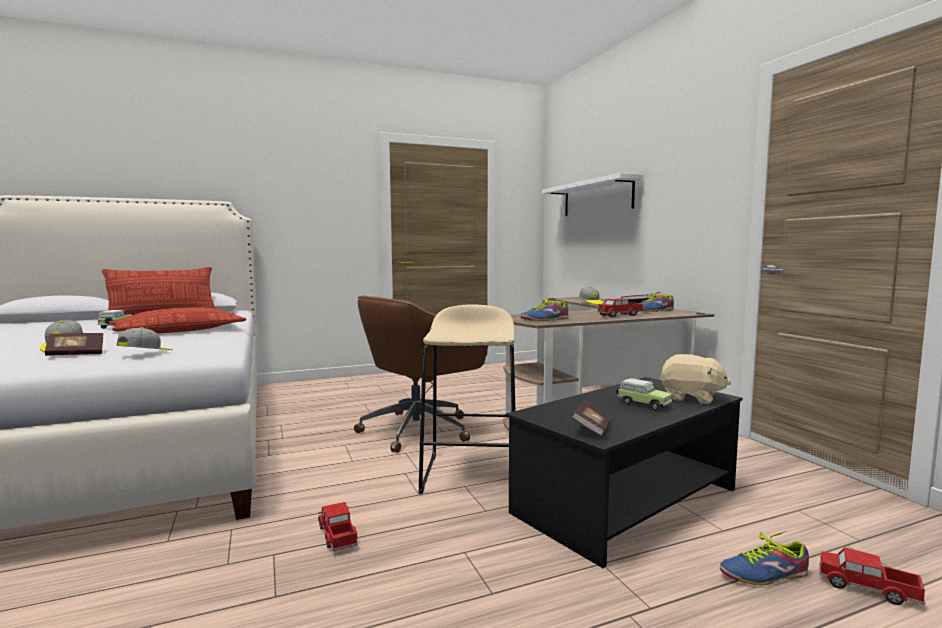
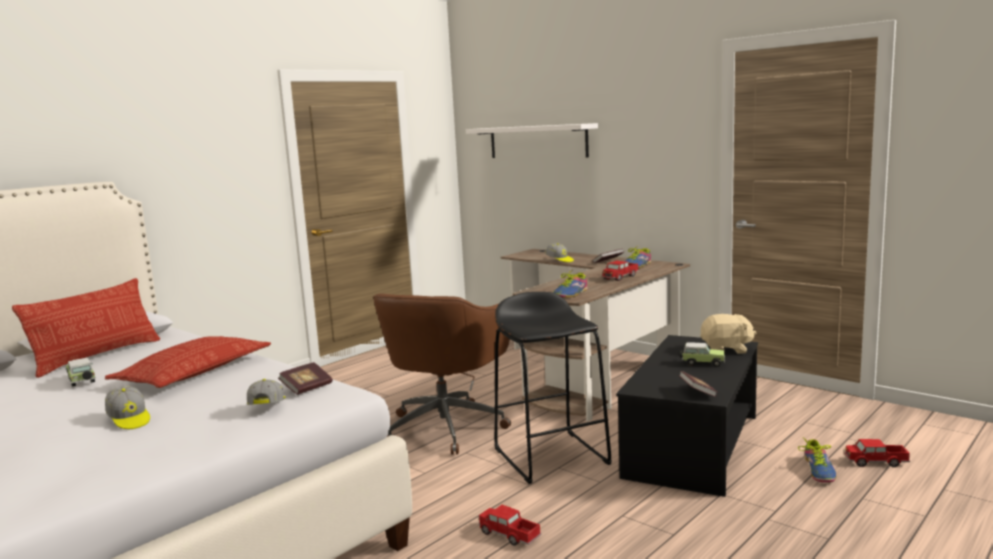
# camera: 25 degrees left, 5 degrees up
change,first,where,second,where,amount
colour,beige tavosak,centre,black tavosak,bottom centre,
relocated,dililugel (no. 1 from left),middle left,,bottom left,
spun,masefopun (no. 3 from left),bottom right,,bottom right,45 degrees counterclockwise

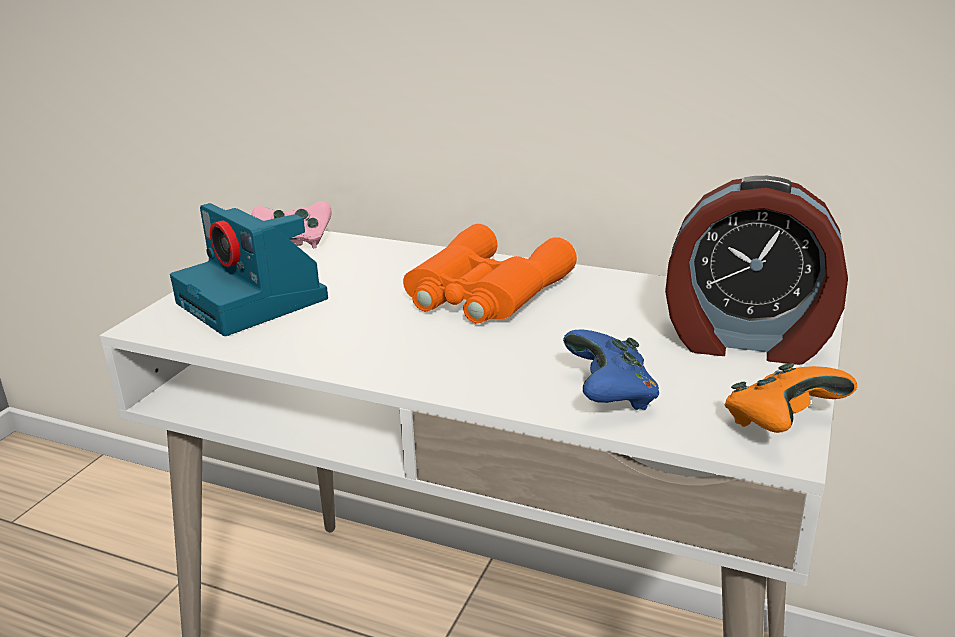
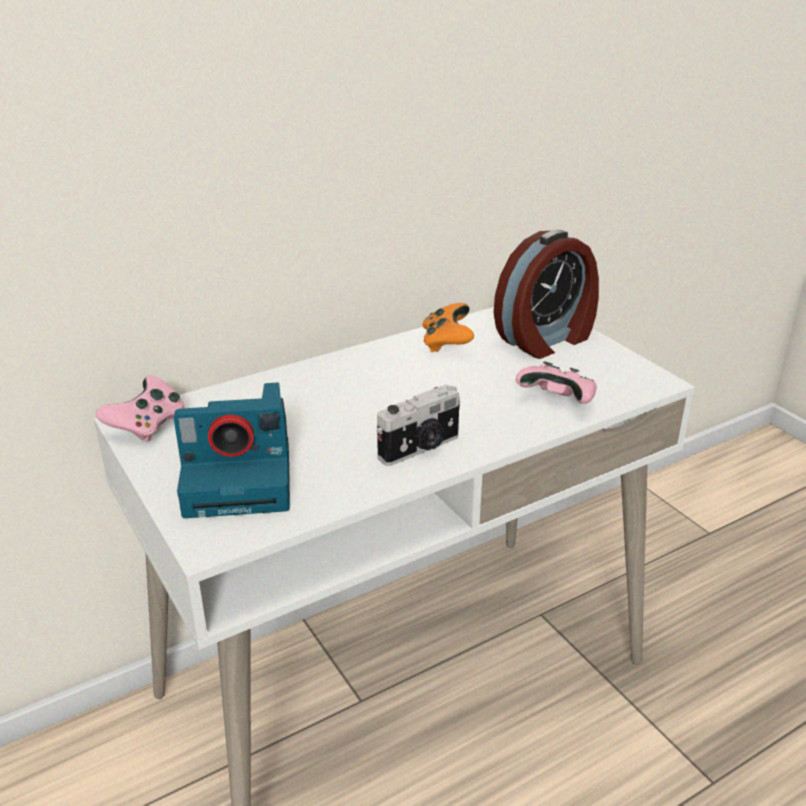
# camera: 55 degrees left, 5 degrees up
change,first,where,second,where,amount
missing,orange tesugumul,centre,,,
colour,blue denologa,centre,pink denologa (no. 2 from left),middle right,
relocated,orange denologa,middle right,,centre,
appeared,,,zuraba (no. 2 from left),centre,

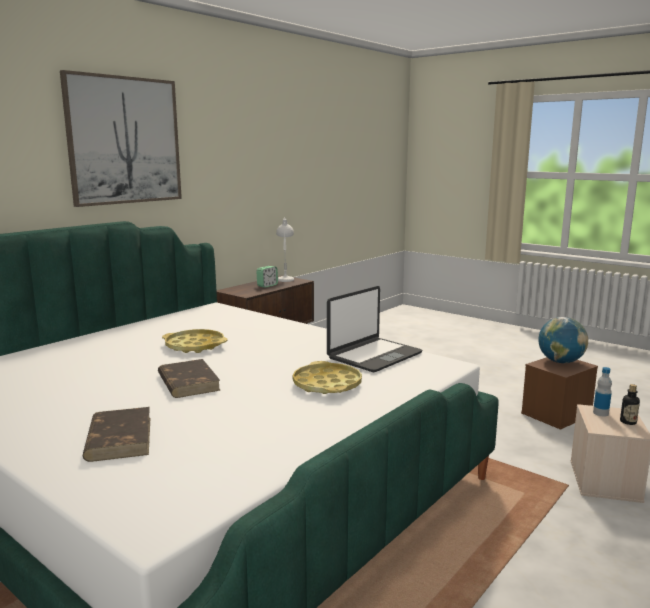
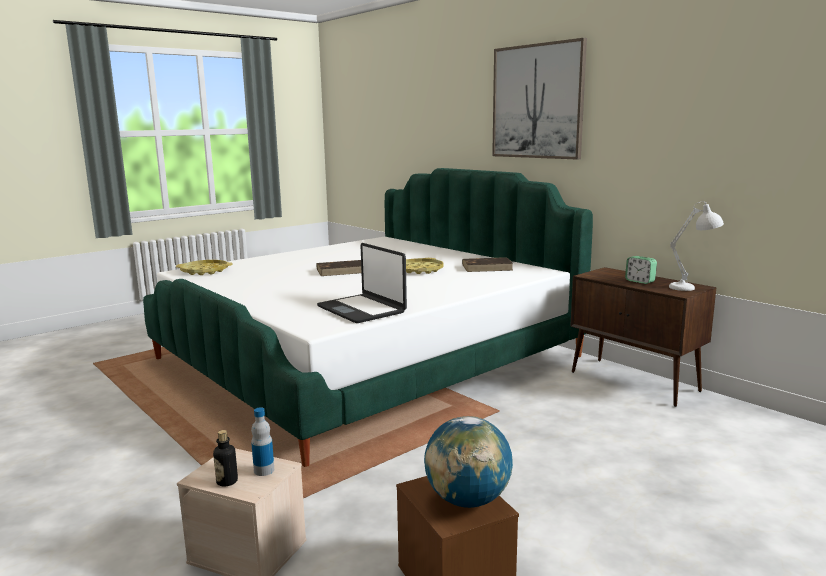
# camera: 100 degrees right, 0 degrees up
change,first,where,second,where,amount
relocated,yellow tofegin (no. 2 from left in the first image),centre,yellow tofegin (no. 1 from left),middle left,
relocated,brown dililugel (no. 1 from left in the first image),bottom left,brown dililugel (no. 2 from left),centre,

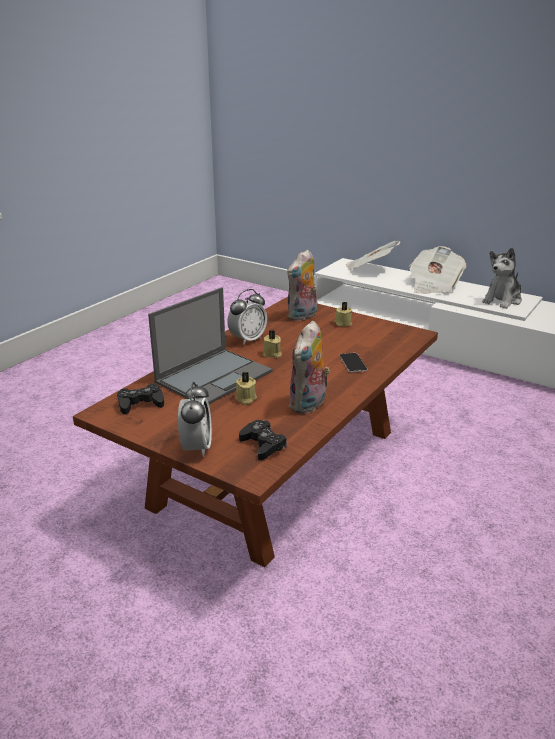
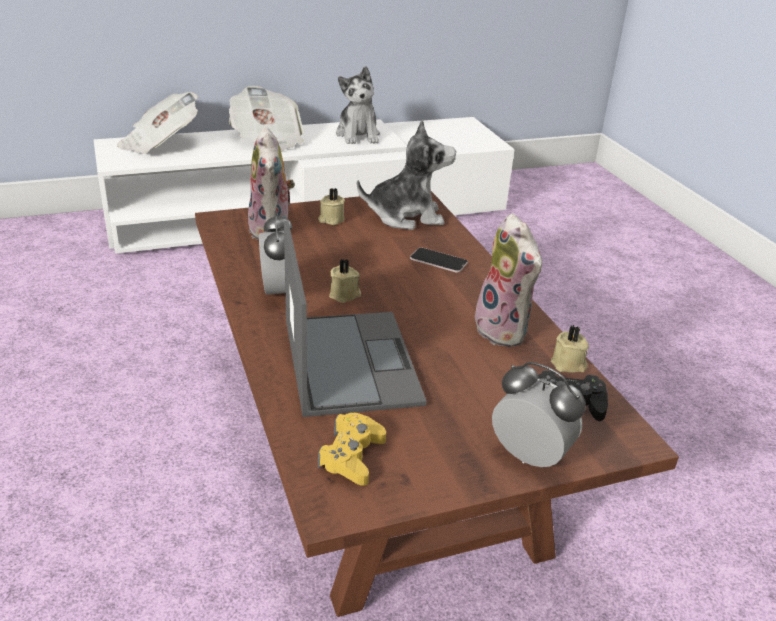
# camera: 55 degrees left, 5 degrees up
change,first,where,second,where,amount
relocated,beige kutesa (no. 1 from left in the first image),centre,beige kutesa (no. 3 from left),middle right,
colour,black denologa (no. 1 from left),middle left,yellow denologa,bottom centre,
appeared,,,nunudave (no. 3 from left),top centre,

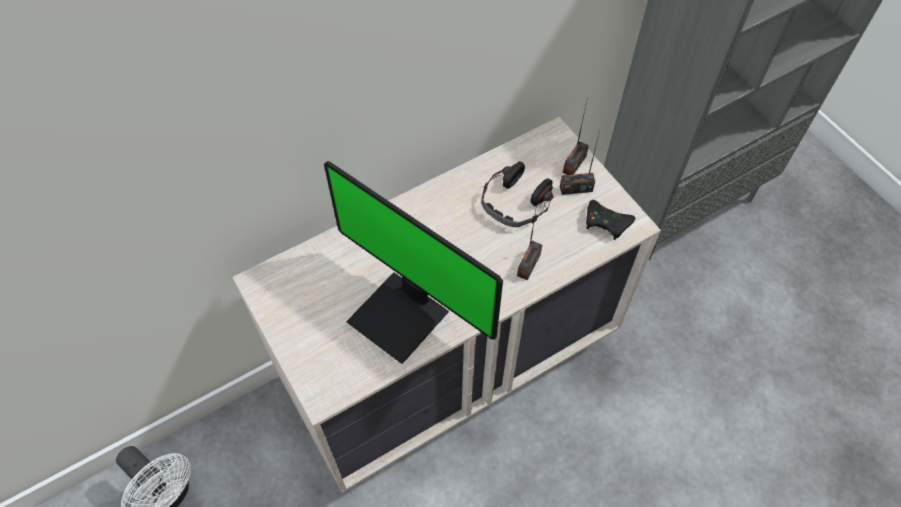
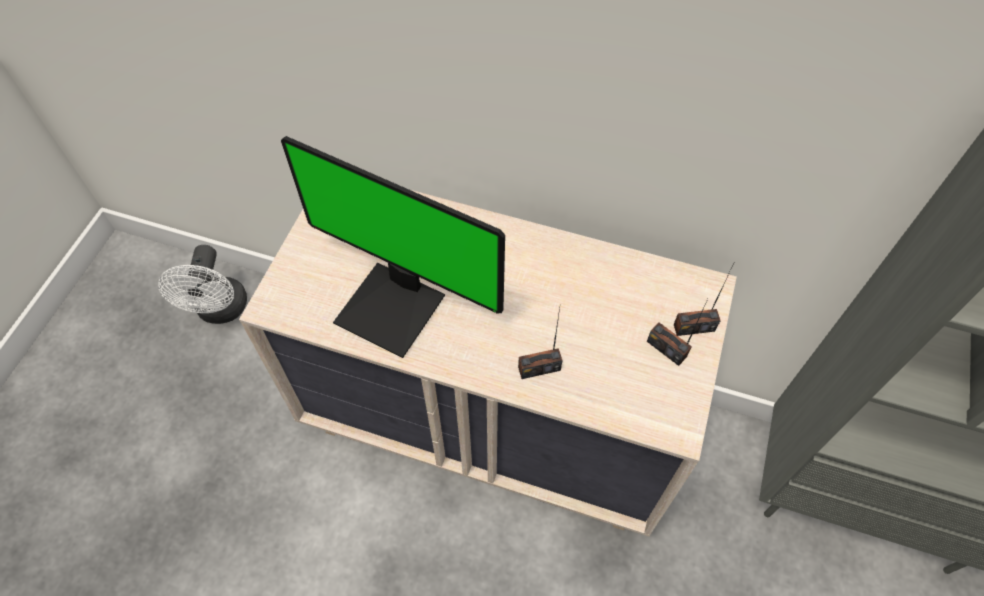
# camera: 50 degrees right, 0 degrees up
change,first,where,second,where,amount
spun,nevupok,centre,,centre,60 degrees counterclockwise
missing,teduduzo,centre,,,
missing,black denologa,middle right,,,

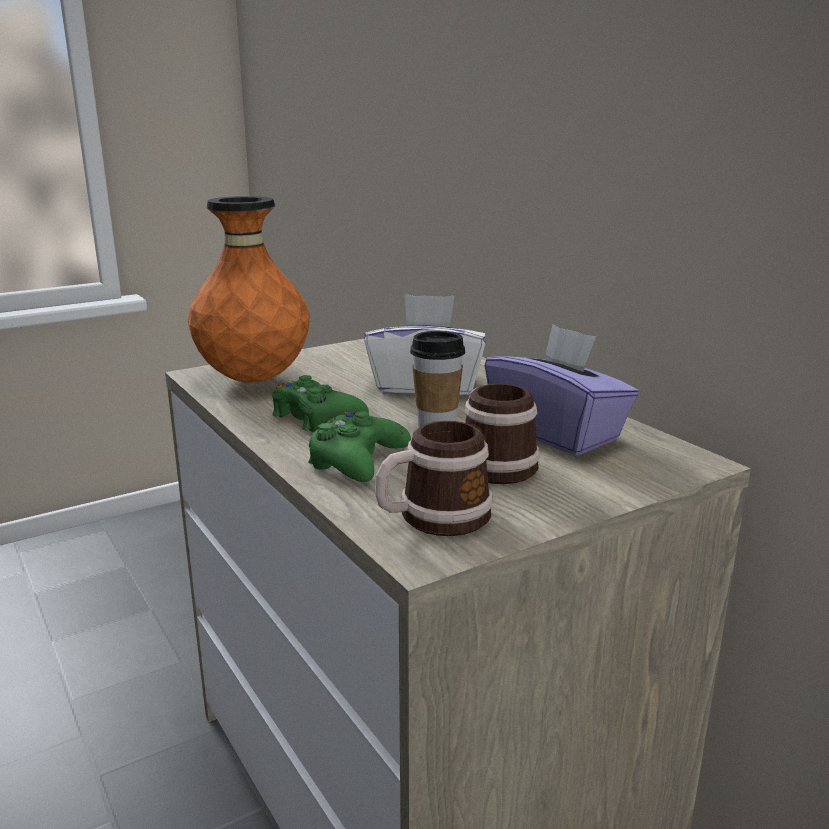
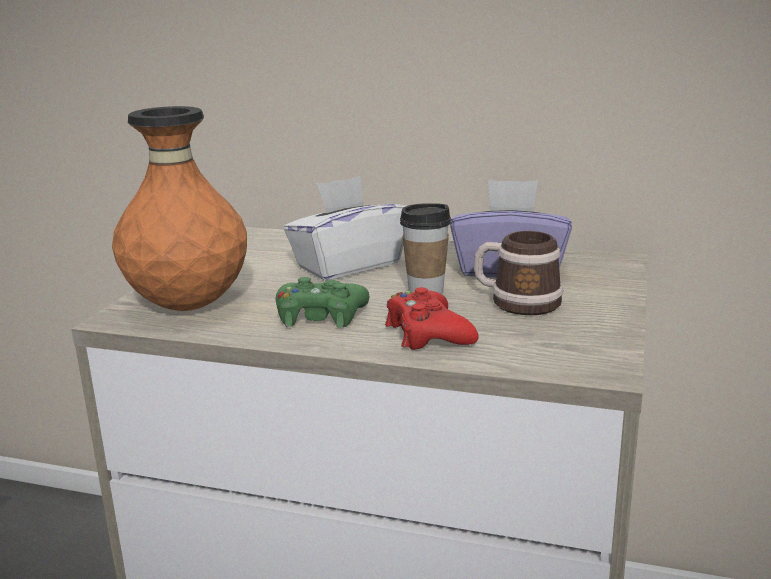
# camera: 40 degrees left, 0 degrees up
change,first,where,second,where,amount
colour,green denologa (no. 2 from left),centre,red denologa,centre,
missing,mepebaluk (no. 1 from left),centre,,,

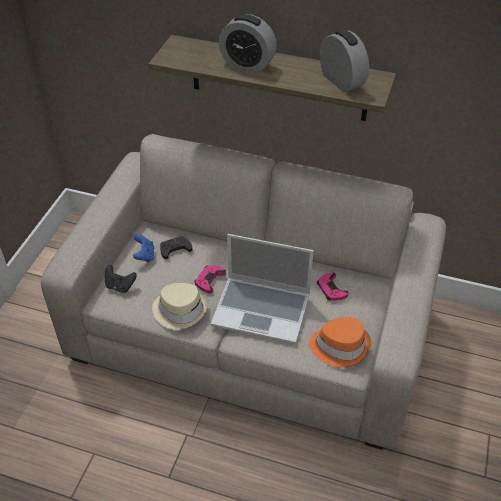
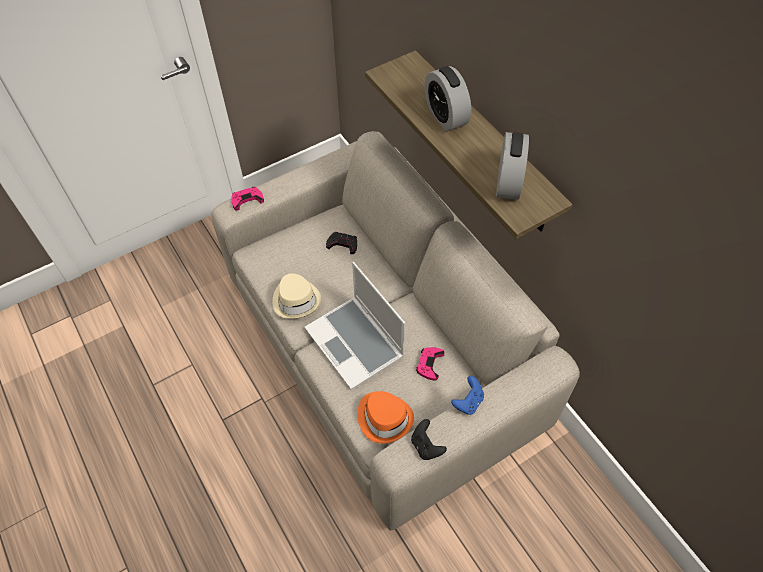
# camera: 40 degrees right, 10 degrees up
change,first,where,second,where,amount
relocated,blue denologa,middle left,,bottom centre,
relocated,black denologa (no. 1 from left in the first image),middle left,black denologa (no. 2 from left),bottom centre,
relocated,pink denologa (no. 1 from left),centre,,middle left,

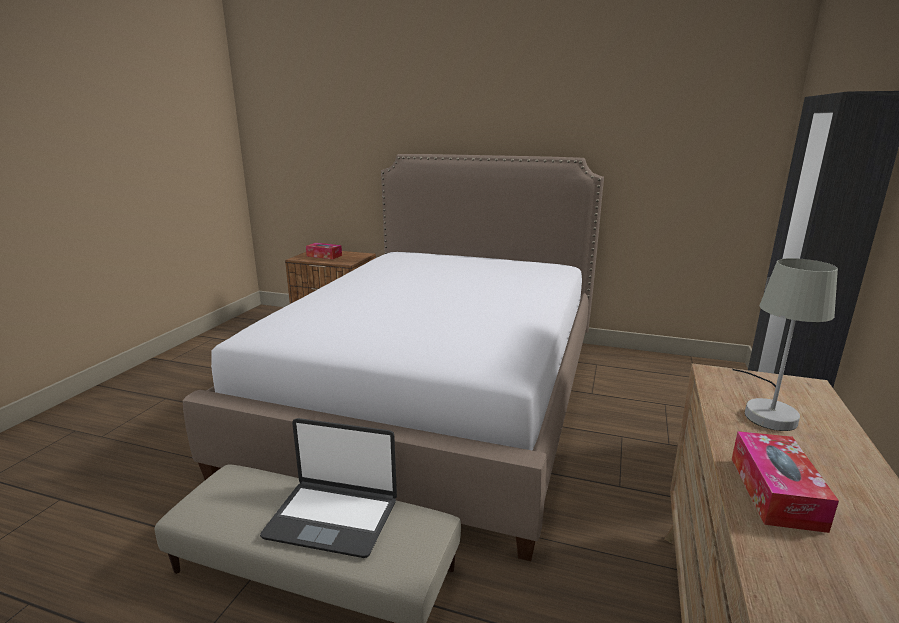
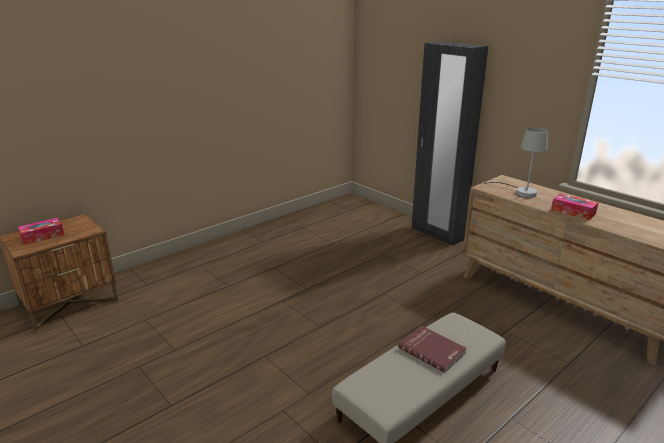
# camera: 60 degrees left, 5 degrees up
change,first,where,second,where,amount
missing,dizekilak,centre,,,
exchanged,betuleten,bottom centre,red dililugel,bottom centre,

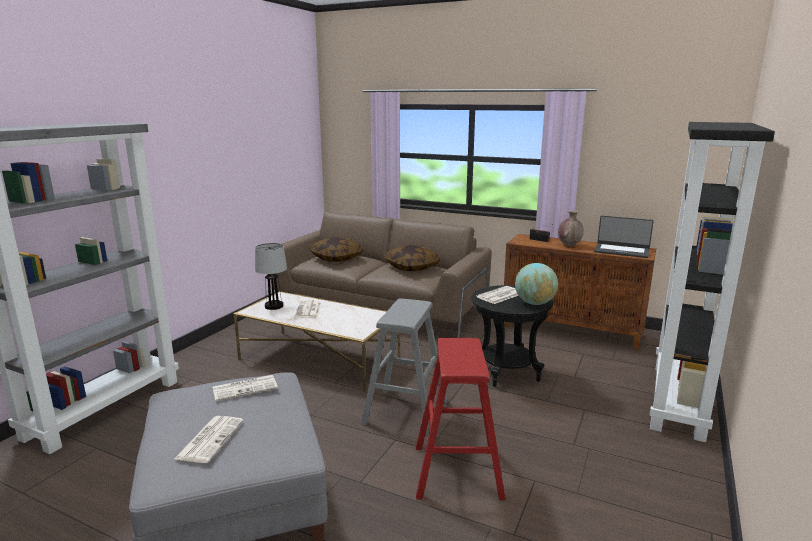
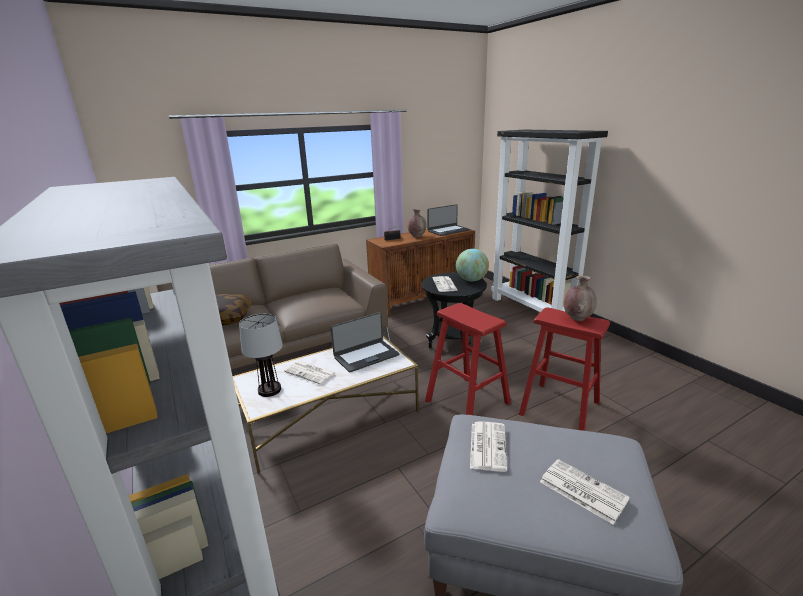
# camera: 55 degrees left, 5 degrees up
change,first,where,second,where,amount
missing,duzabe (no. 2 from left),centre,,,
colour,grey tavosak,bottom centre,red tavosak (no. 1 from left),centre,
appeared,,,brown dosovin (no. 2 from left),middle right,
appeared,,,betuleten (no. 1 from left),centre,

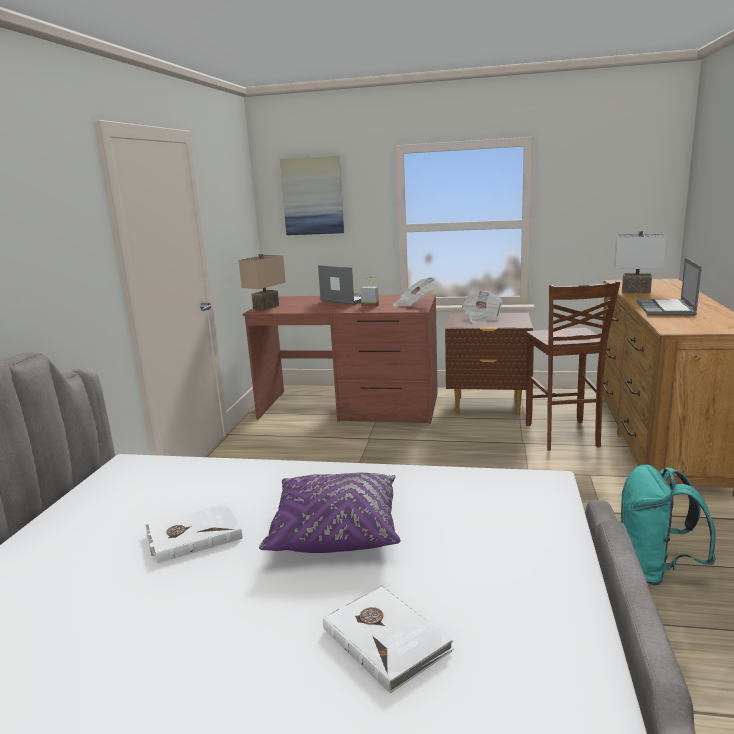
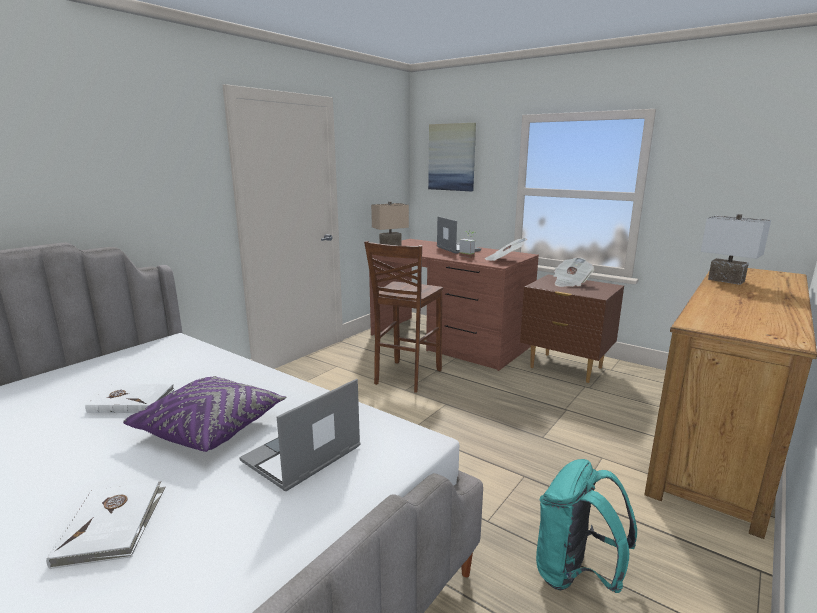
# camera: 25 degrees right, 0 degrees up
change,first,where,second,where,amount
relocated,betuleten (no. 2 from left in the first image),middle right,betuleten (no. 1 from left),bottom centre,
relocated,brown tavosak,middle right,,centre,

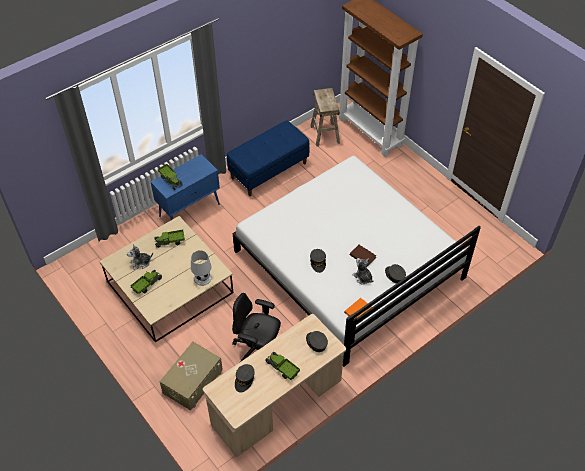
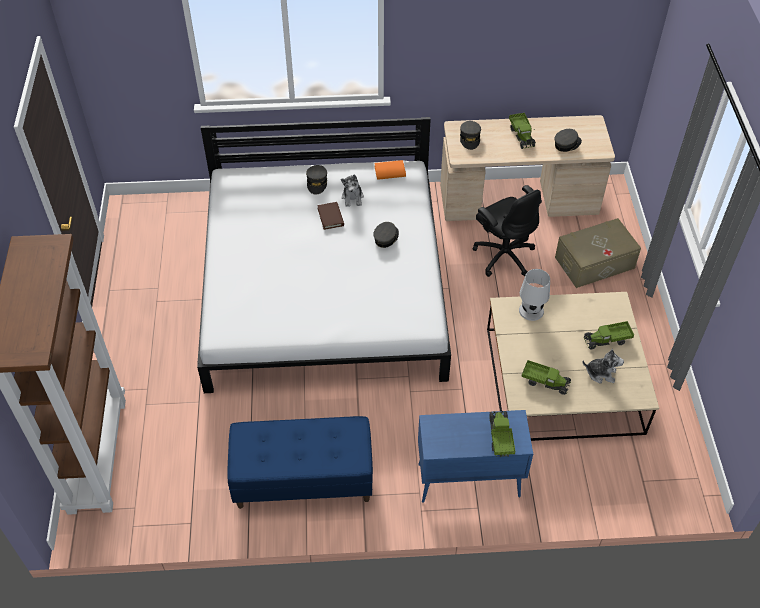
# camera: 145 degrees left, 0 degrees up
change,first,where,second,where,amount
missing,beige tavosak,top centre,,,

